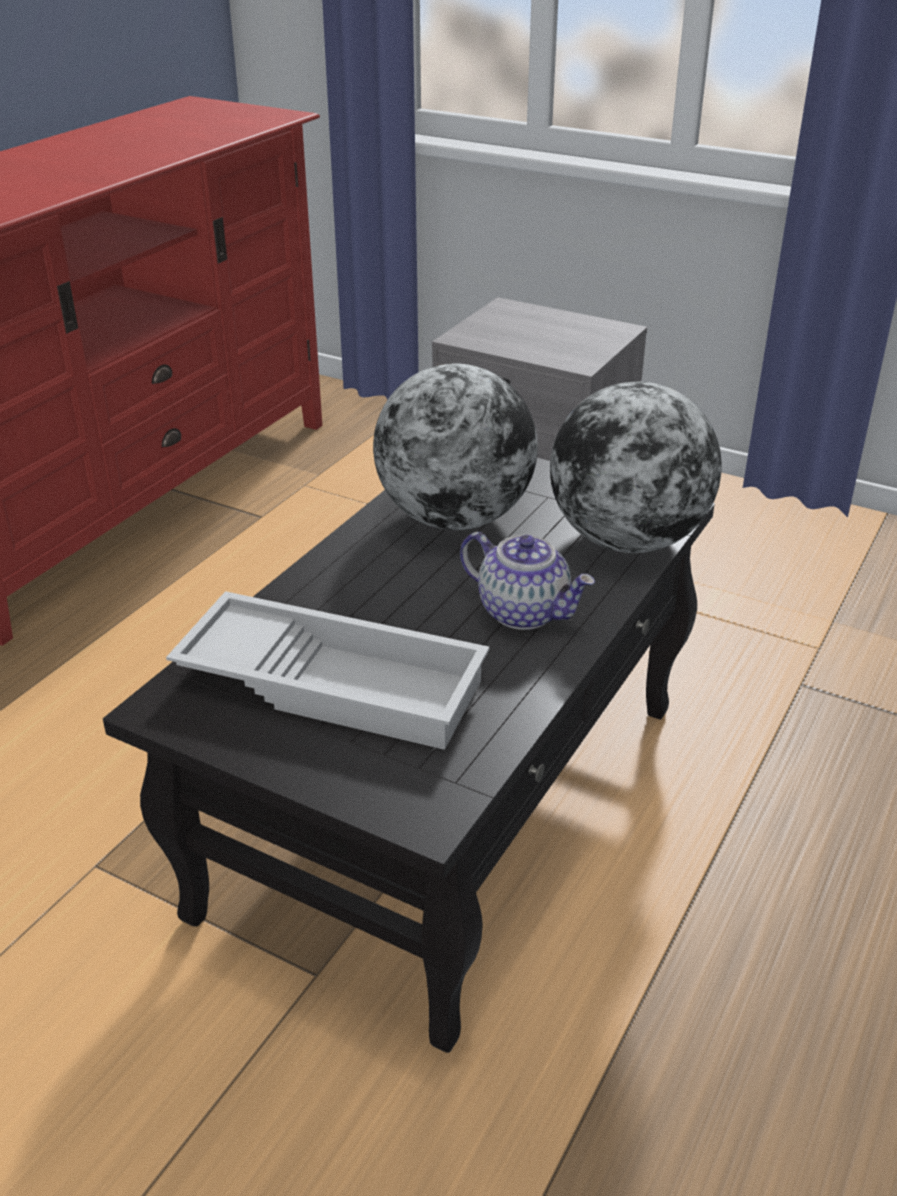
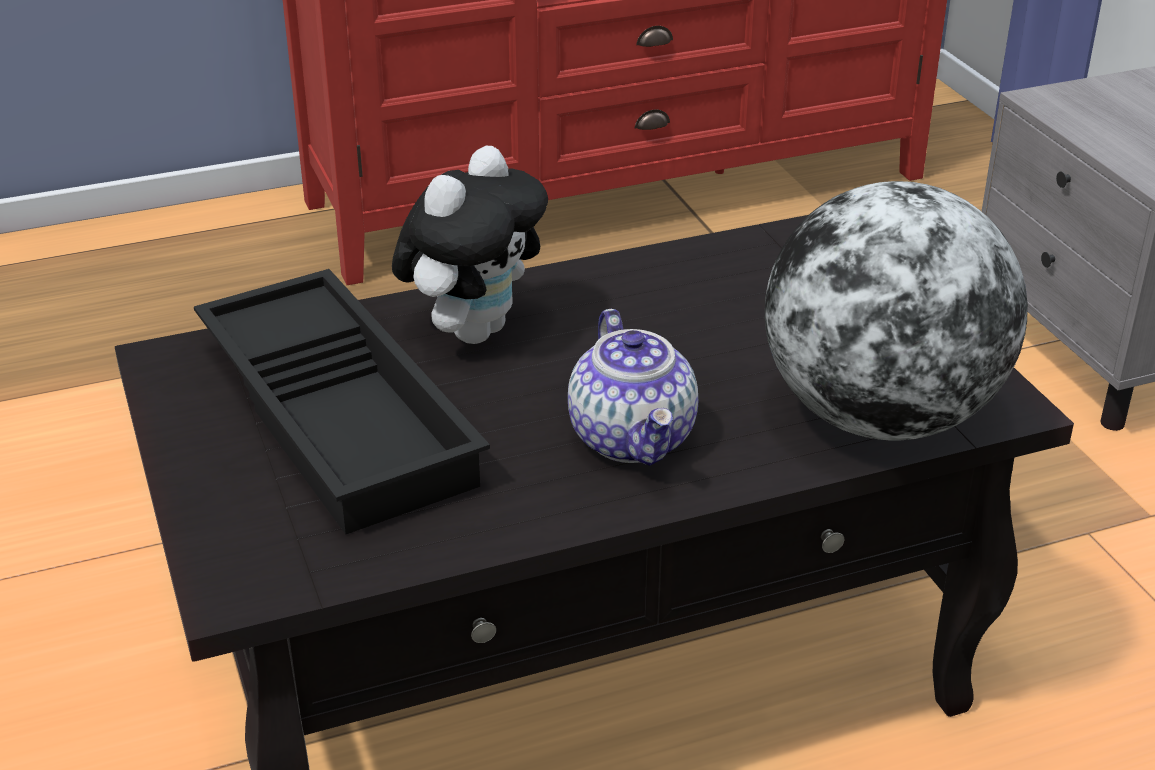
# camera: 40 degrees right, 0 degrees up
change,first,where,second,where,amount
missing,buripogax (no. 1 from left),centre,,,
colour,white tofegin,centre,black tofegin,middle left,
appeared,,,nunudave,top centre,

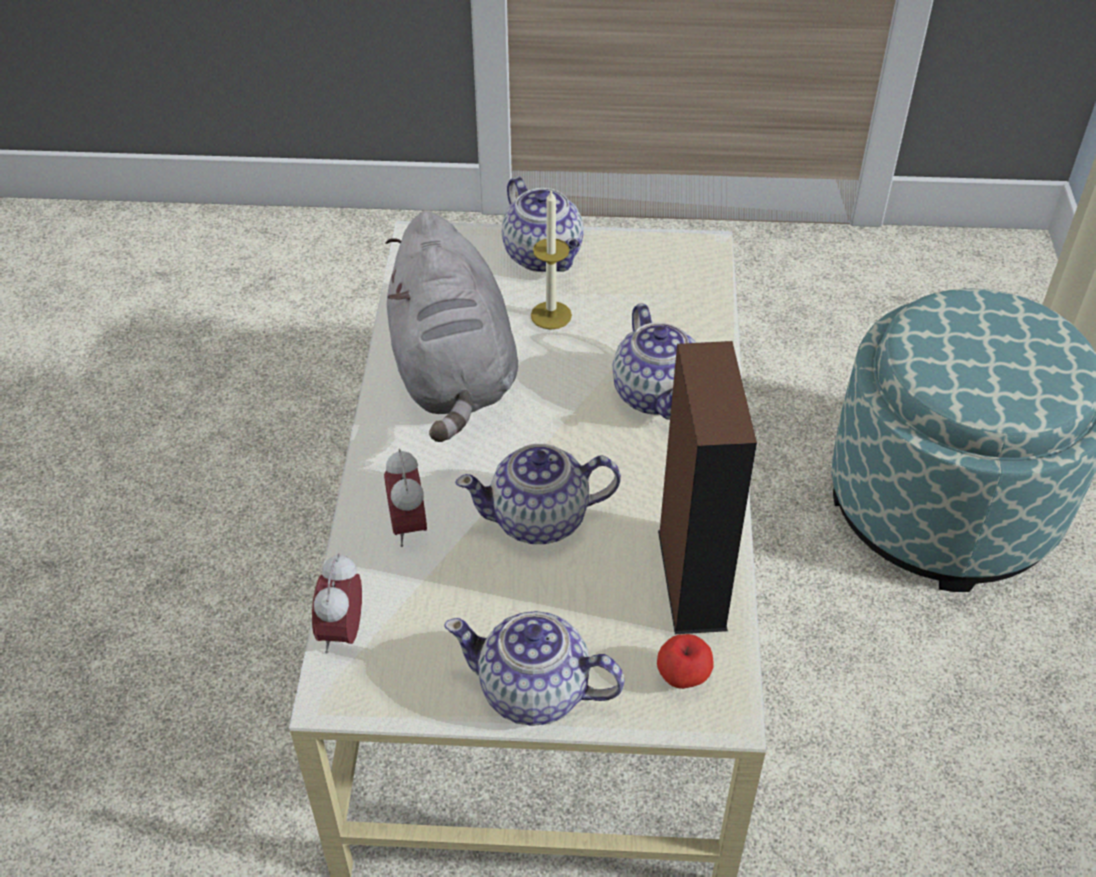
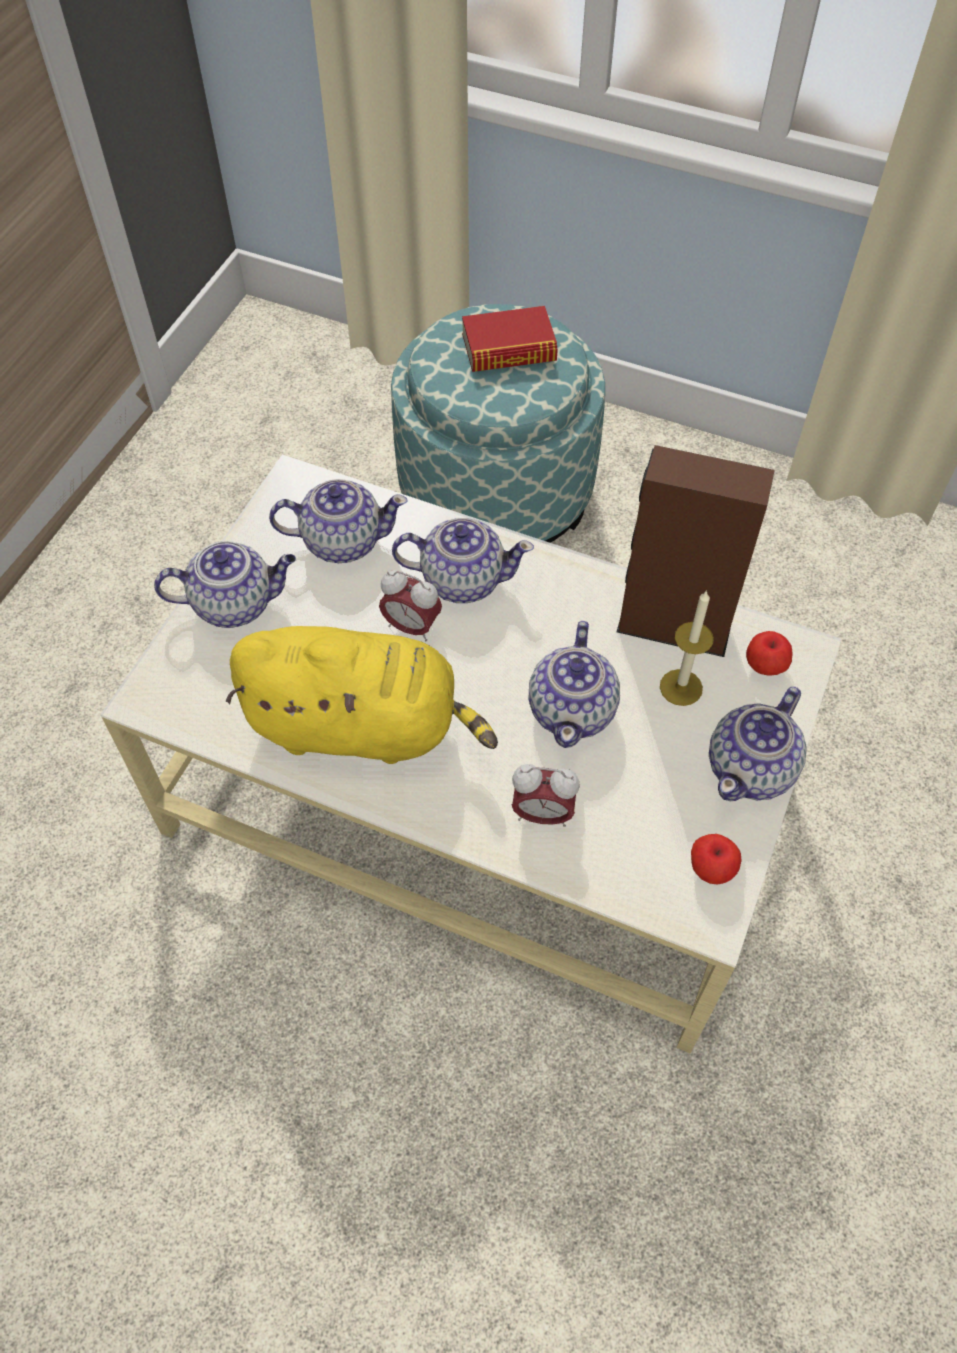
# camera: 70 degrees left, 10 degrees up
change,first,where,second,where,amount
relocated,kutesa,top centre,,middle right,
colour,grey nunudave,centre,yellow nunudave,centre,
relocated,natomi (no. 1 from left),bottom left,,centre,
appeared,,,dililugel,top centre,
appeared,,,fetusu (no. 2 from left),centre,
appeared,,,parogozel (no. 1 from left),middle right,

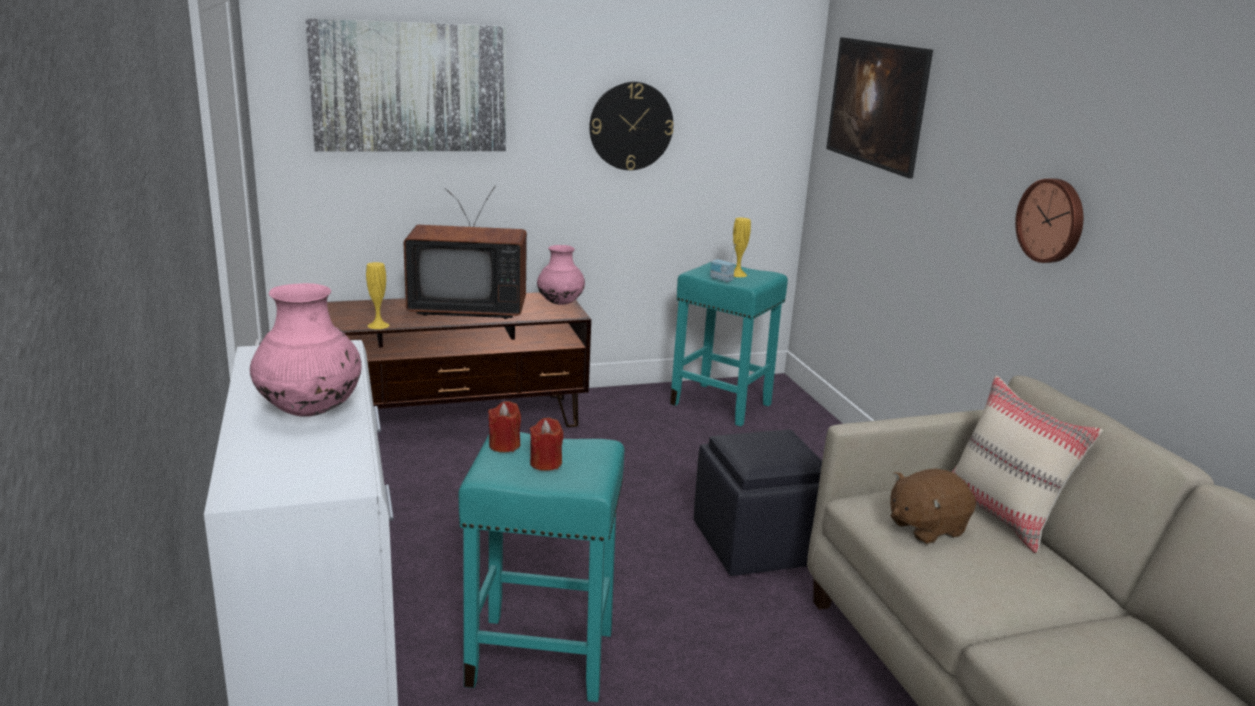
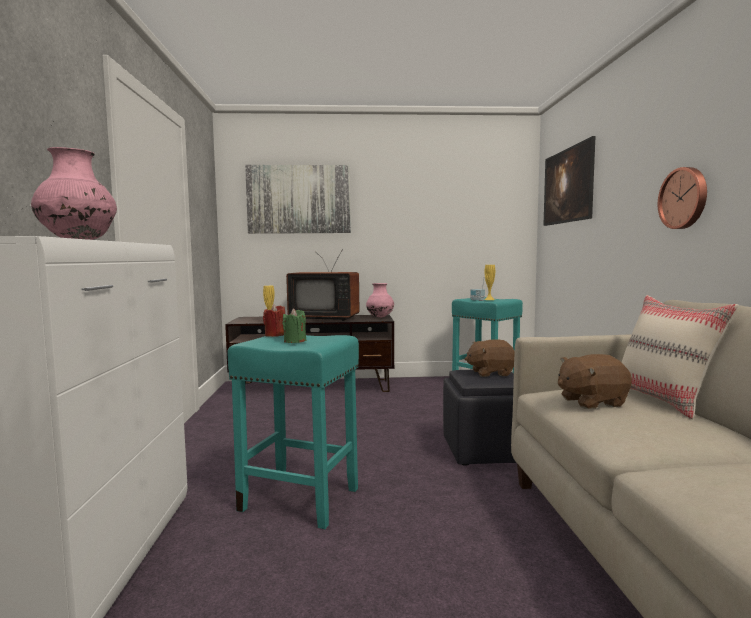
# camera: 15 degrees right, 15 degrees down
change,first,where,second,where,amount
missing,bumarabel (no. 1 from left),top centre,,,
colour,red kutesa (no. 2 from left),centre,green kutesa,centre,
appeared,,,brown nunudave (no. 1 from left),centre,

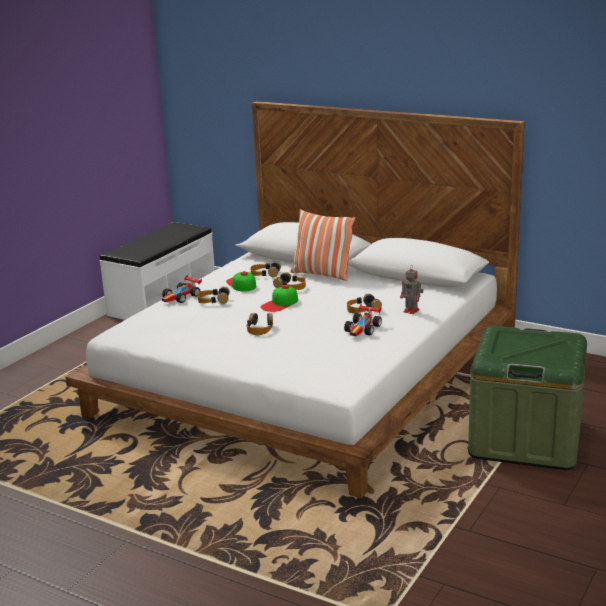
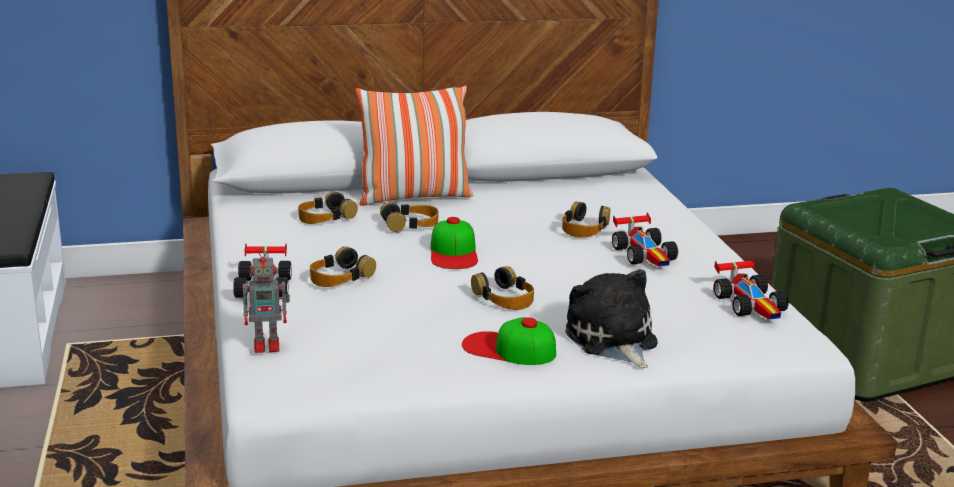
# camera: 45 degrees left, 0 degrees up
change,first,where,second,where,amount
relocated,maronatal,middle right,,middle left,
relocated,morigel (no. 1 from left in the first image),centre,morigel (no. 2 from left),bottom centre,
appeared,,,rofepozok (no. 3 from left),middle right,
appeared,,,nunudave,centre,

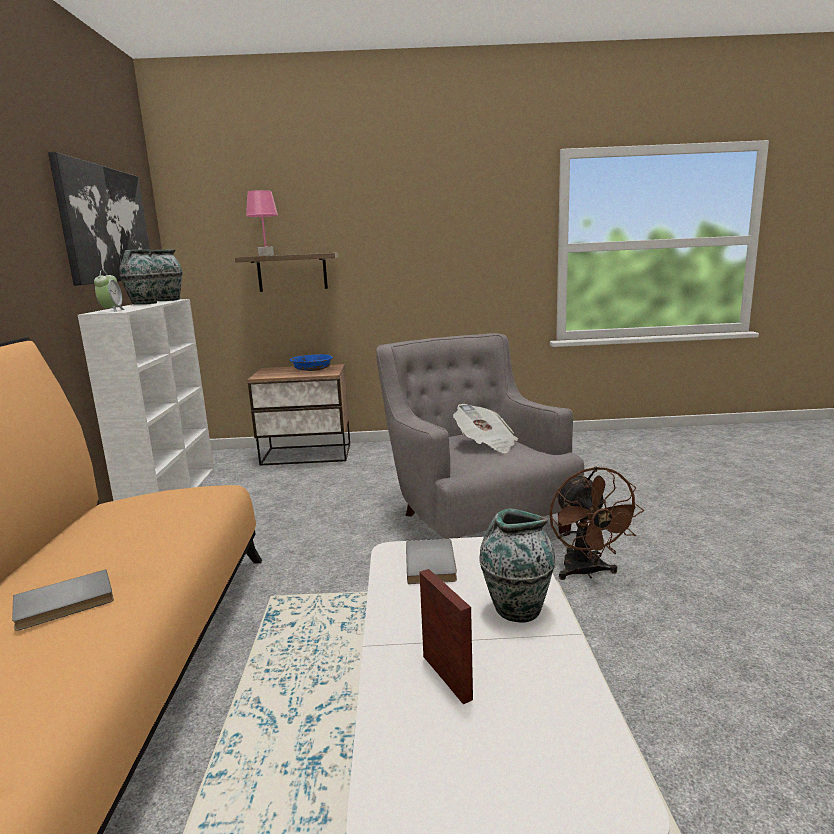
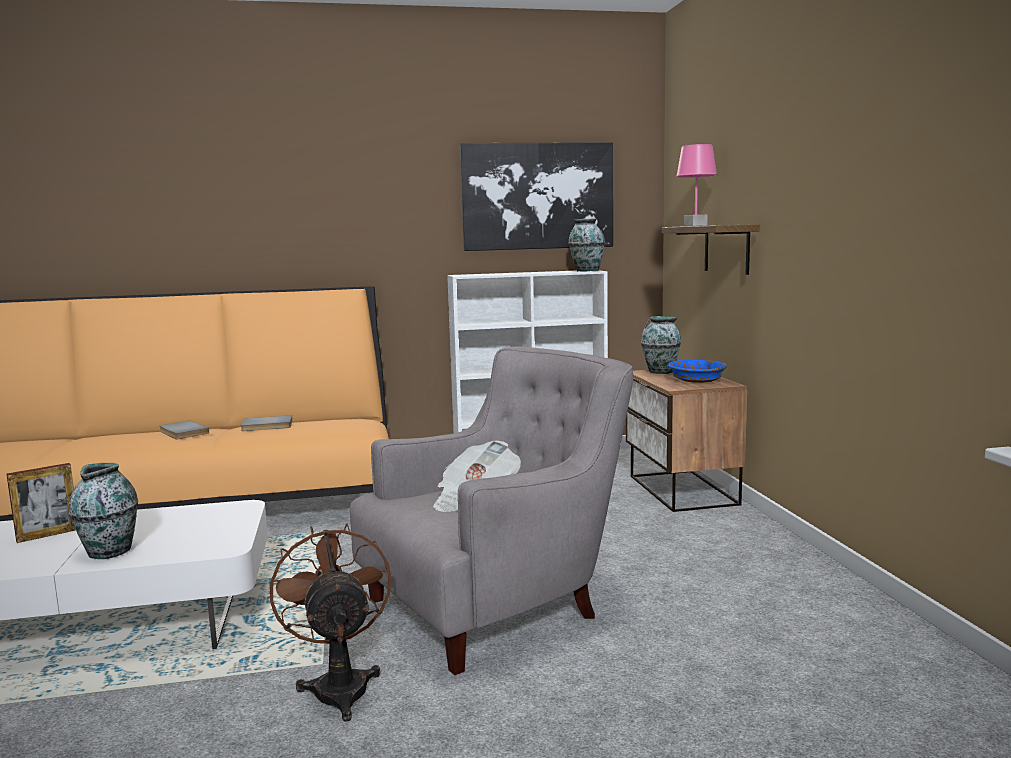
# camera: 80 degrees right, 5 degrees down
change,first,where,second,where,amount
relocated,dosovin (no. 1 from left in the first image),top left,dosovin (no. 3 from left),centre,
missing,natomi,middle left,,,
spun,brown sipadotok,middle right,,bottom left,90 degrees clockwise
relocated,grey dililugel (no. 2 from left),bottom centre,,middle left,

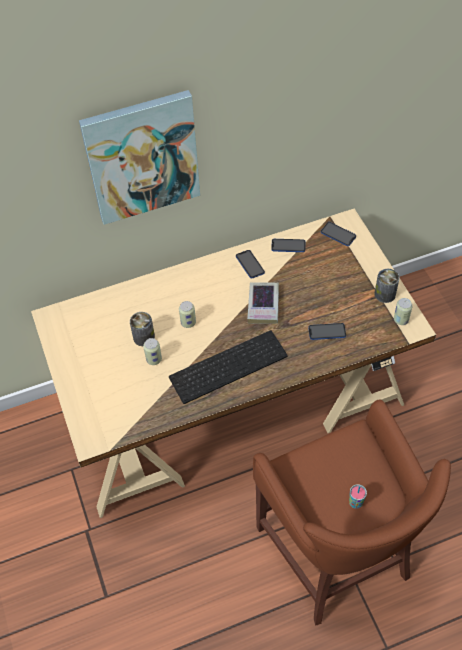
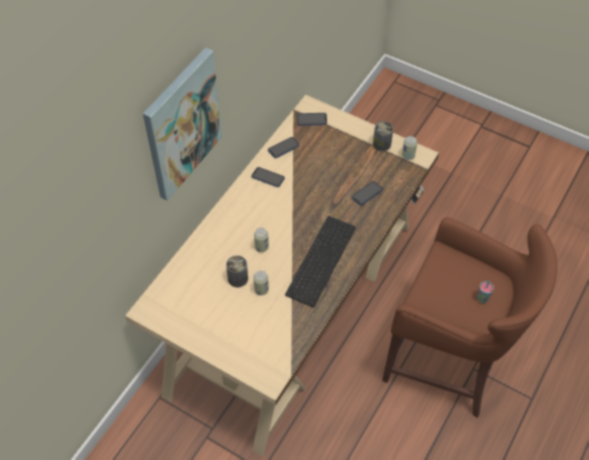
# camera: 40 degrees left, 0 degrees up
change,first,where,second,where,amount
missing,dililugel,centre,,,

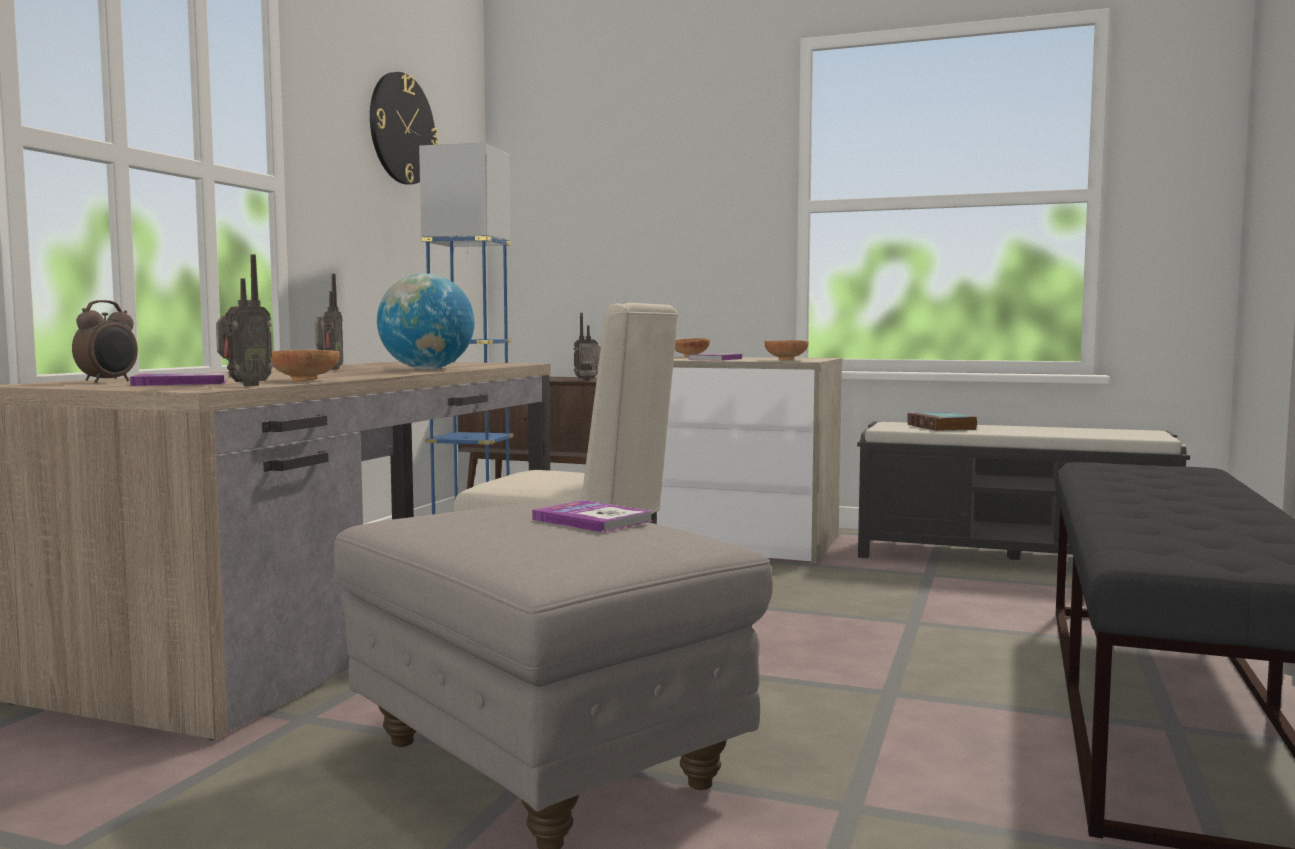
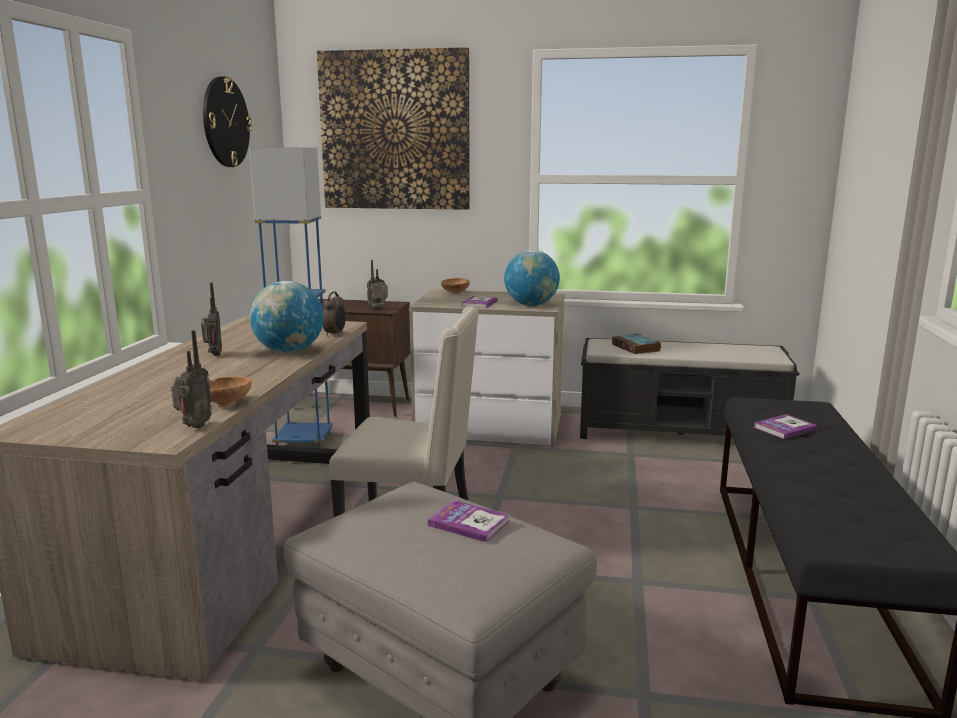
# camera: 10 degrees left, 10 degrees up
change,first,where,second,where,amount
relocated,natomi,middle left,,centre,
exchanged,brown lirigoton (no. 3 from left),centre,buripogax (no. 2 from left),centre,
relocated,dililugel (no. 1 from left in the first image),middle left,dililugel (no. 4 from left),middle right,
appeared,,,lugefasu,top centre,

